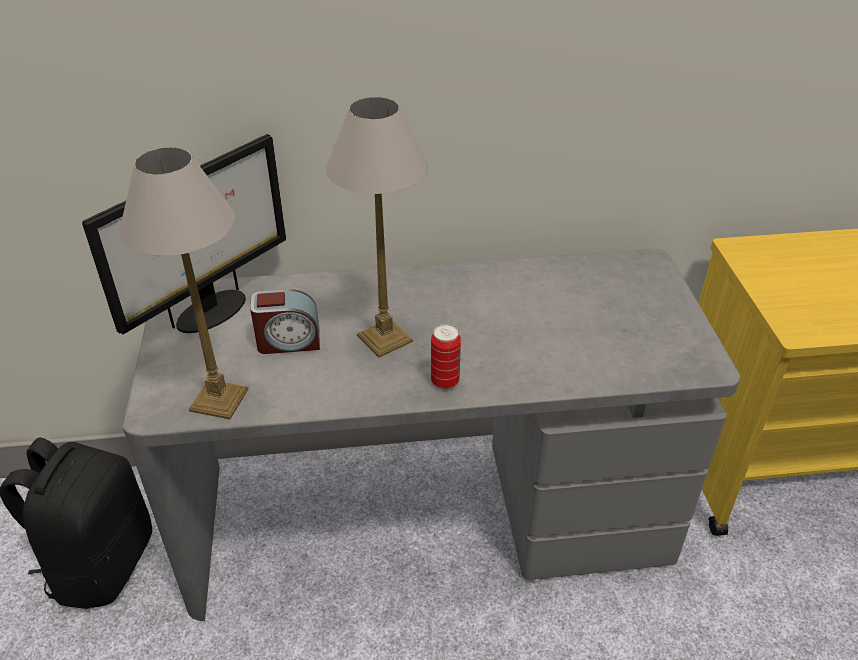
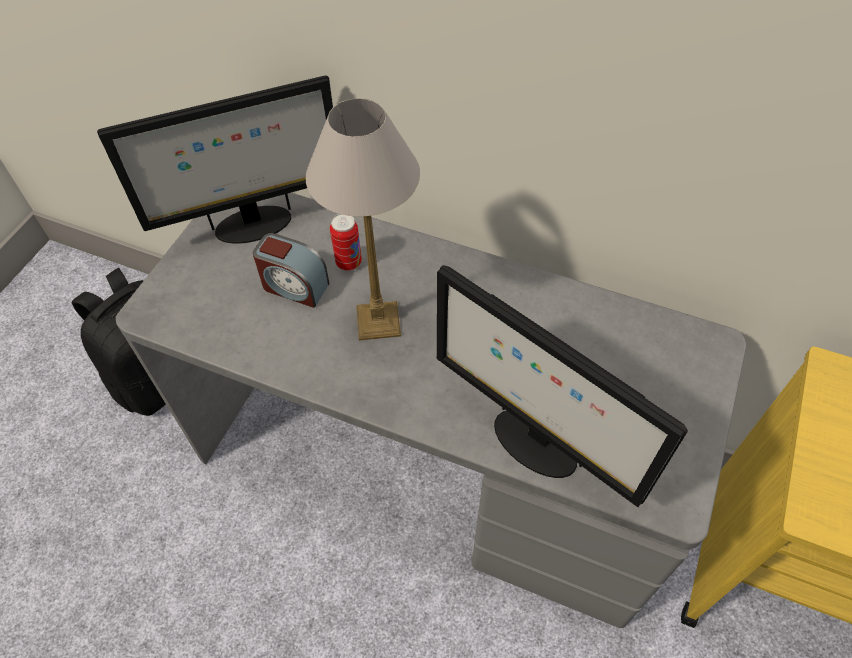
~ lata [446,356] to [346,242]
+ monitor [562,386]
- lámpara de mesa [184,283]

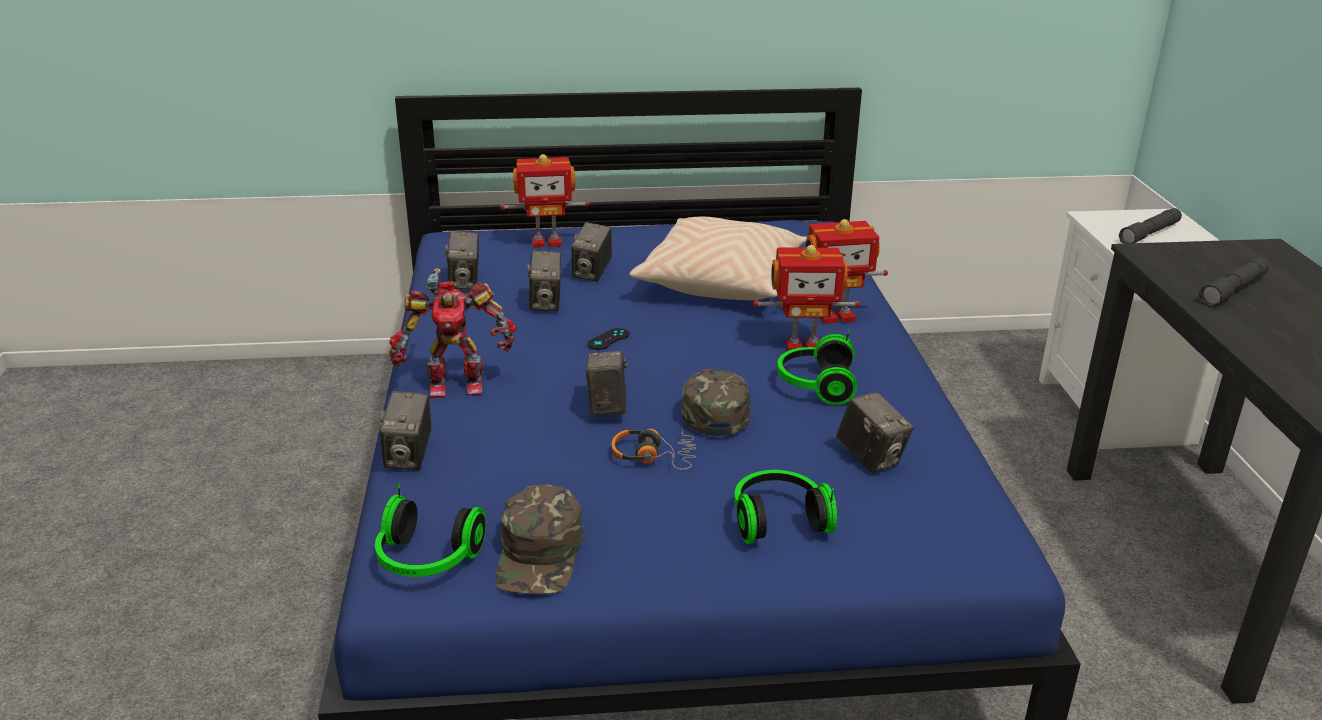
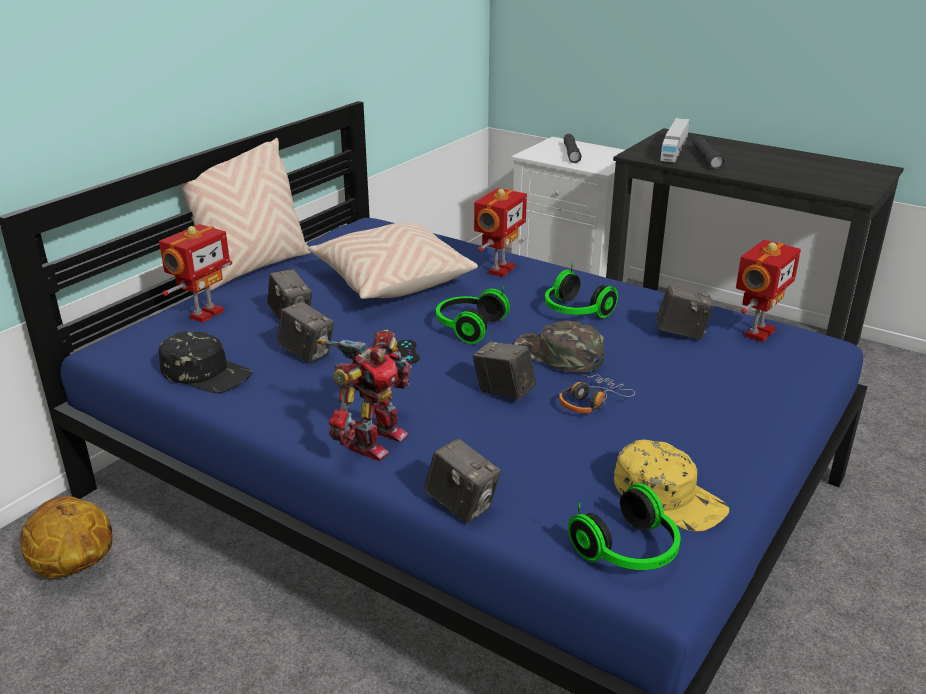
+ balón de baloncesto [66,537]
~ cámara [462,261] to gorra (negro) [205,362]
+ cojín (beis) [245,214]
~ auriculares [785,507] to [473,315]
~ gorra (verde) [539,539] to gorra (amarillo) [671,486]
+ camión de juguete [675,140]
~ robot de juguete [806,298] to [768,291]

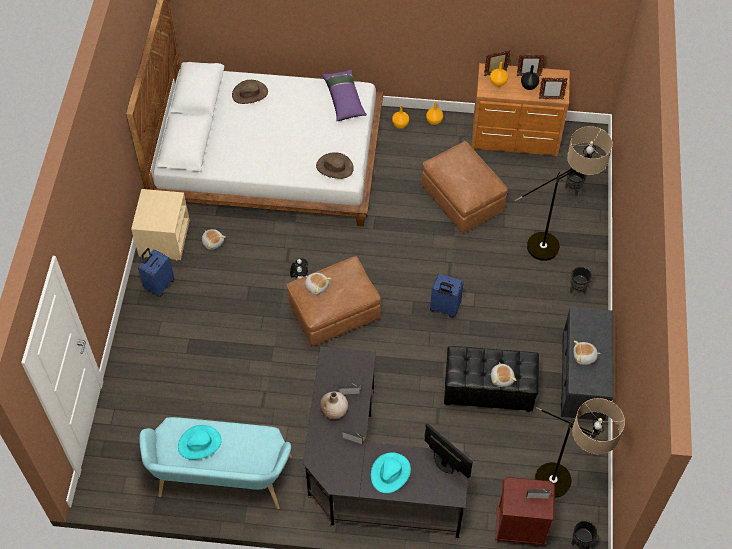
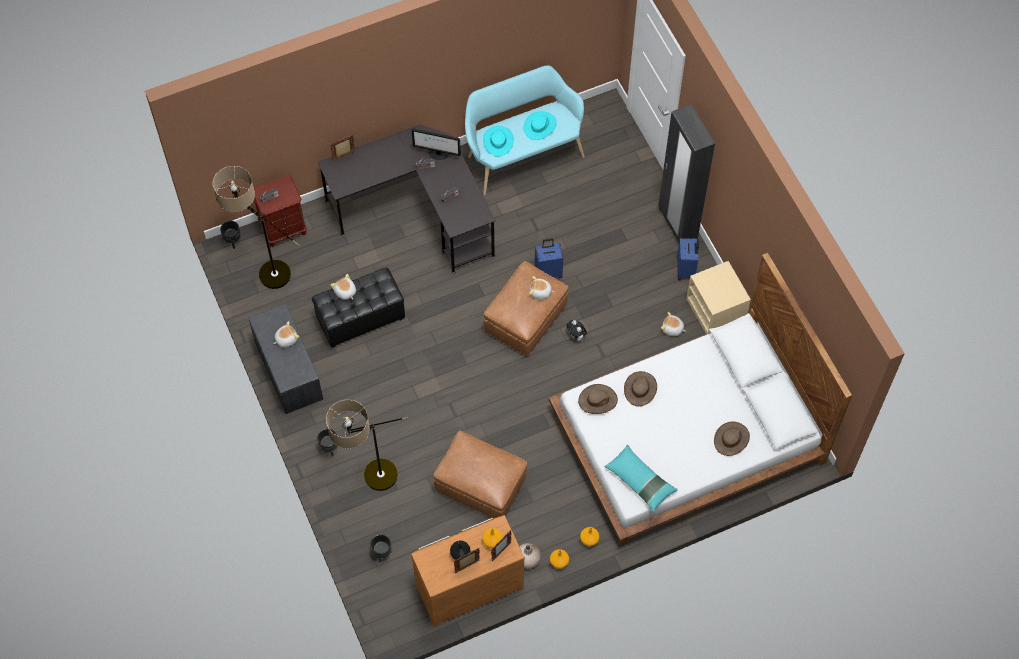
~ portarretratos [553,89] to [342,148]
~ monitor [448,450] to [436,144]
~ sombrero (turquesa) [391,472] to [498,141]
~ florero (beis) [334,405] to [530,556]
~ maleta (azul) [447,296] to [549,258]
~ cojín (morado) [344,95] to cojín (turquesa) [641,478]
+ sombrero (marrón) [640,388]
+ armario ropero (negro) [686,173]

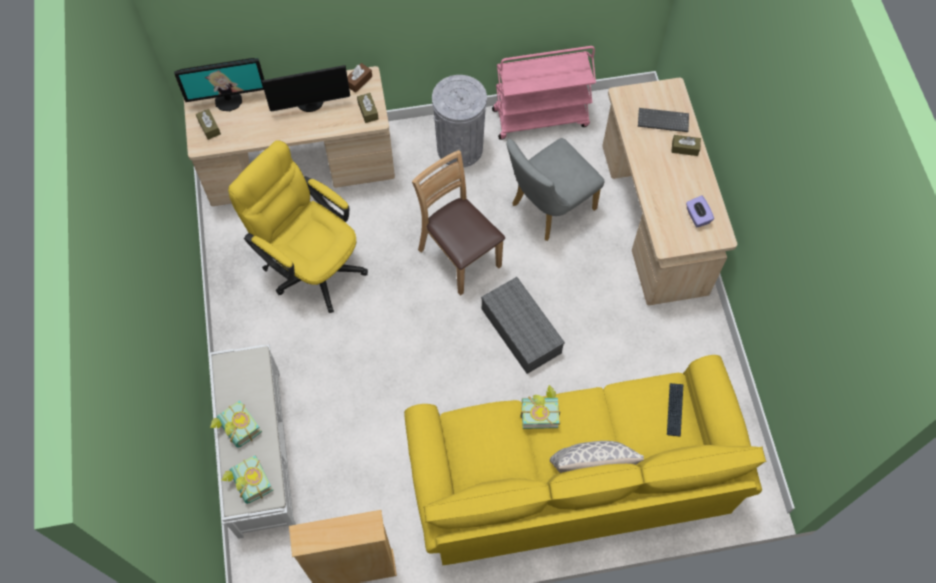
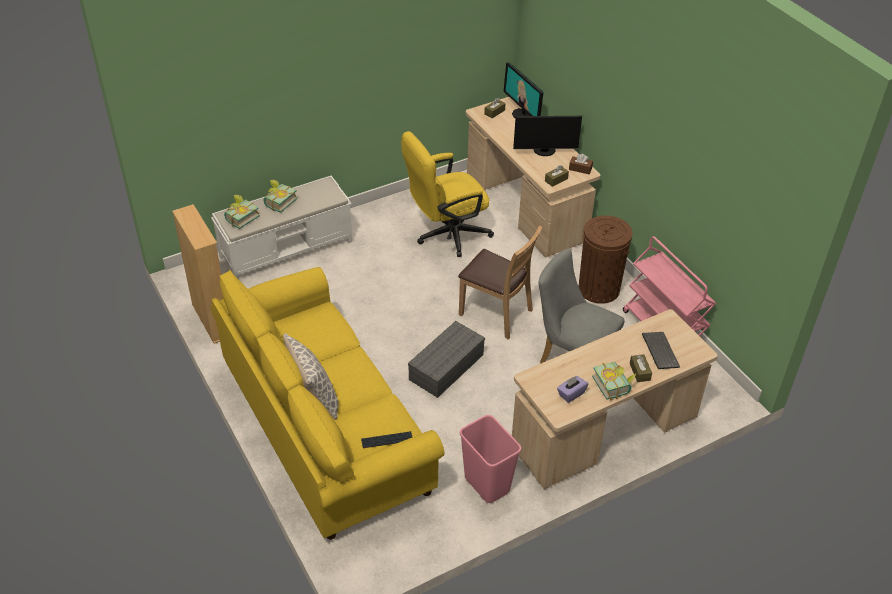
~ silla de oficina (amarillo) [298,226] = [447,194] 135 degrees counterclockwise
~ silla (marrón) [458,223] = [500,282] 90 degrees clockwise
+ papelera (rosa) [490,459]
~ monitor [306,88] = [547,136] 60 degrees counterclockwise
~ papelera (gris) [459,121] to papelera (marrón) [606,259]
~ libro [540,407] to [614,381]

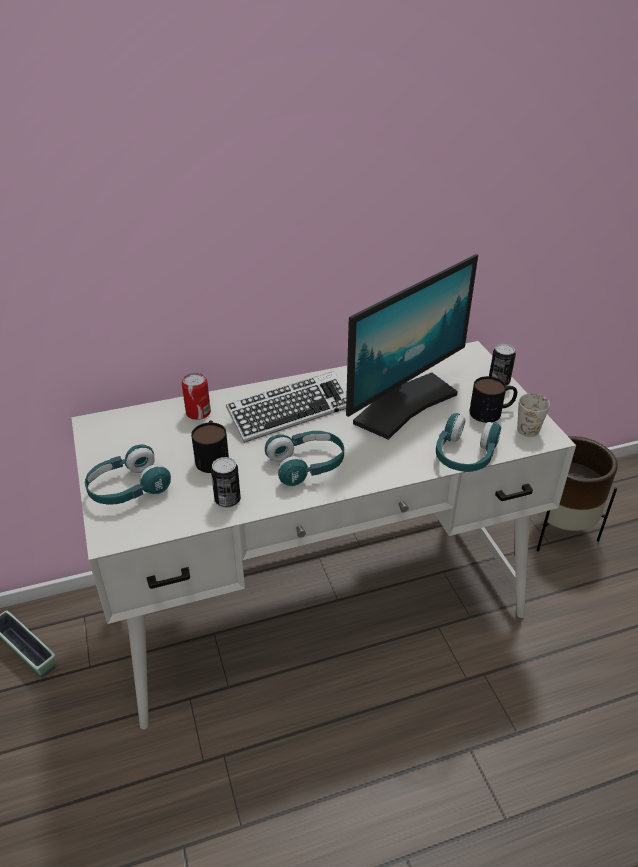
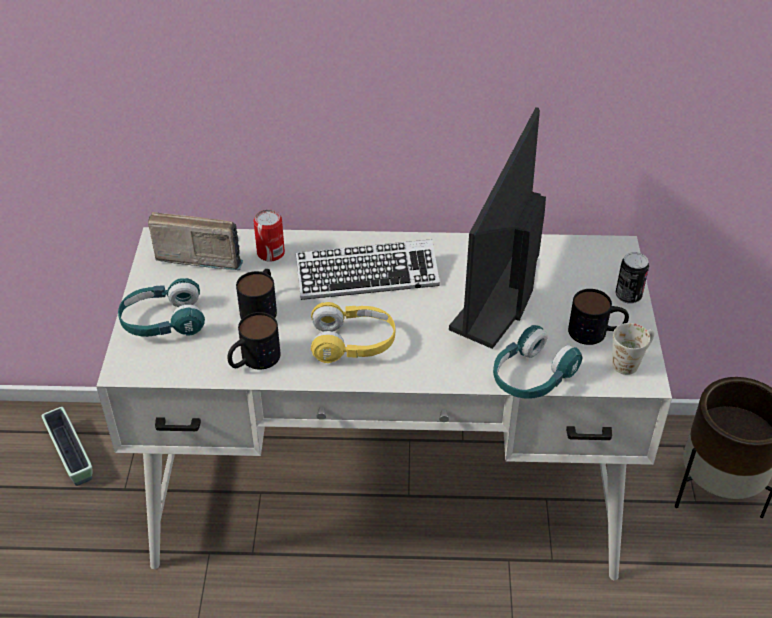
+ radio [195,241]
~ lata [226,482] to taza grande [253,341]
~ auriculares (turquesa) [304,458] to auriculares (amarillo) [353,332]
~ monitor [412,347] = [497,228] 135 degrees clockwise

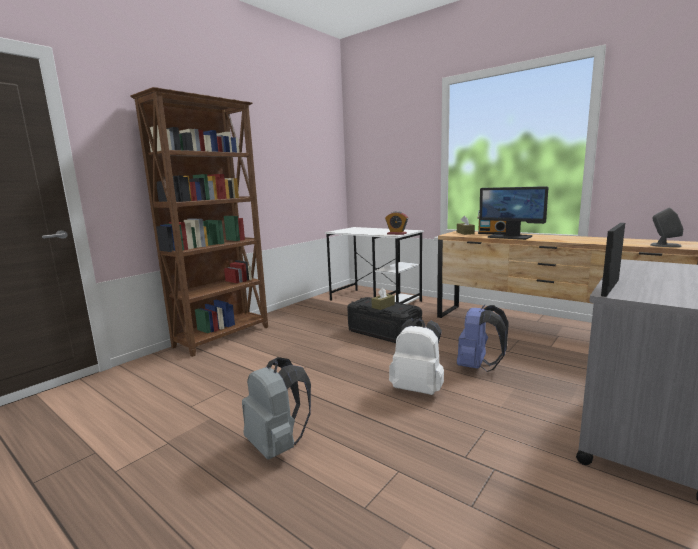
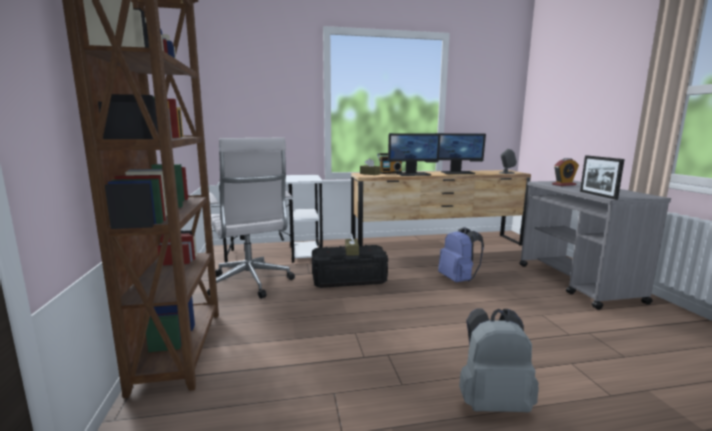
+ silla de oficina (blanco) [251,218]
+ monitor [462,153]
~ despertador [396,223] to [565,172]
- mochila (blanco) [416,356]

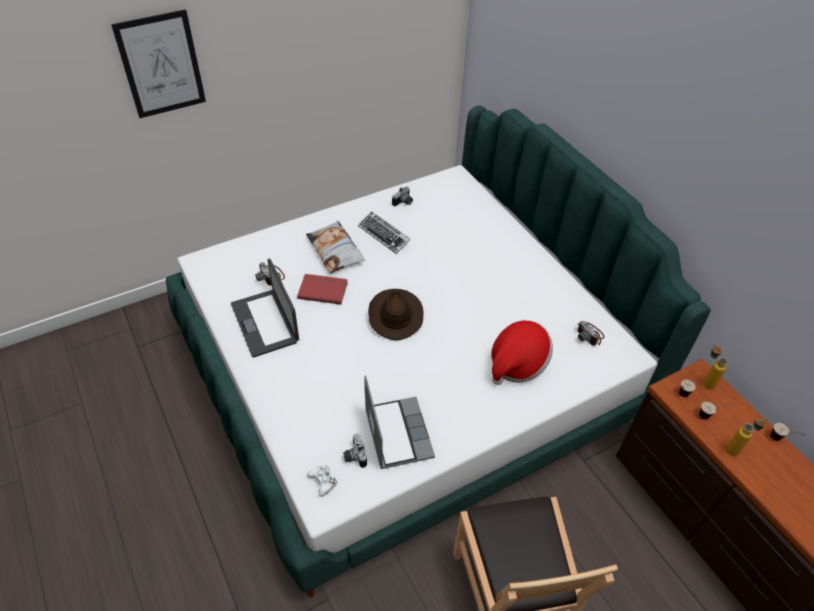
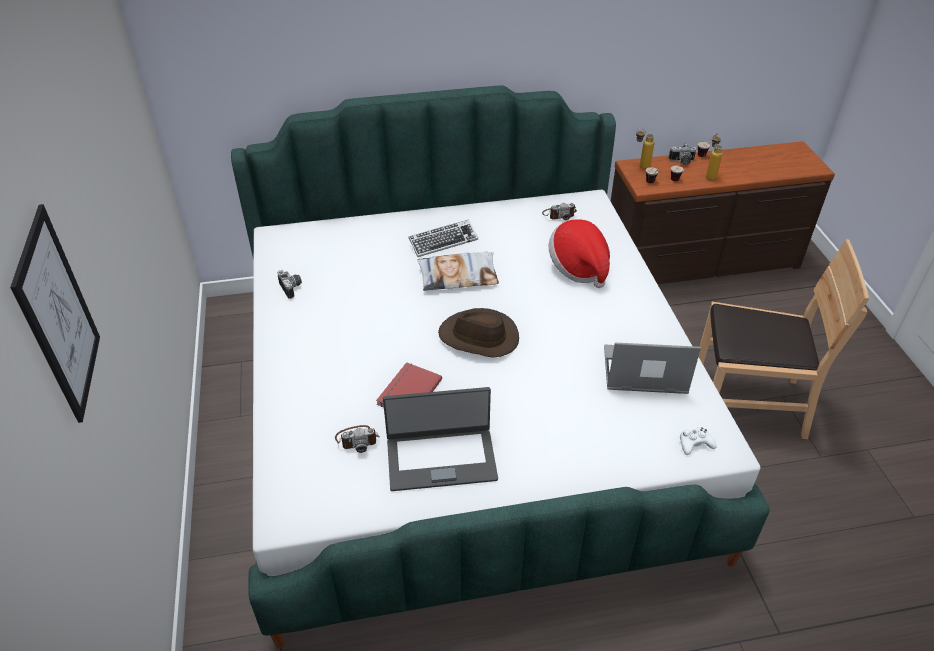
~ teclado [384,232] to [443,238]
~ cojín [335,247] to [458,271]
~ cámara [355,450] to [682,154]

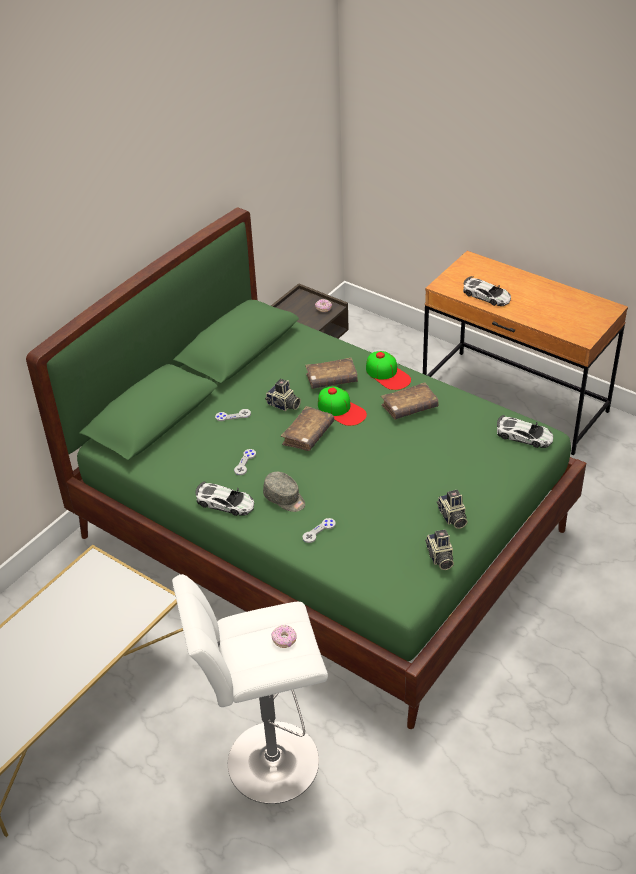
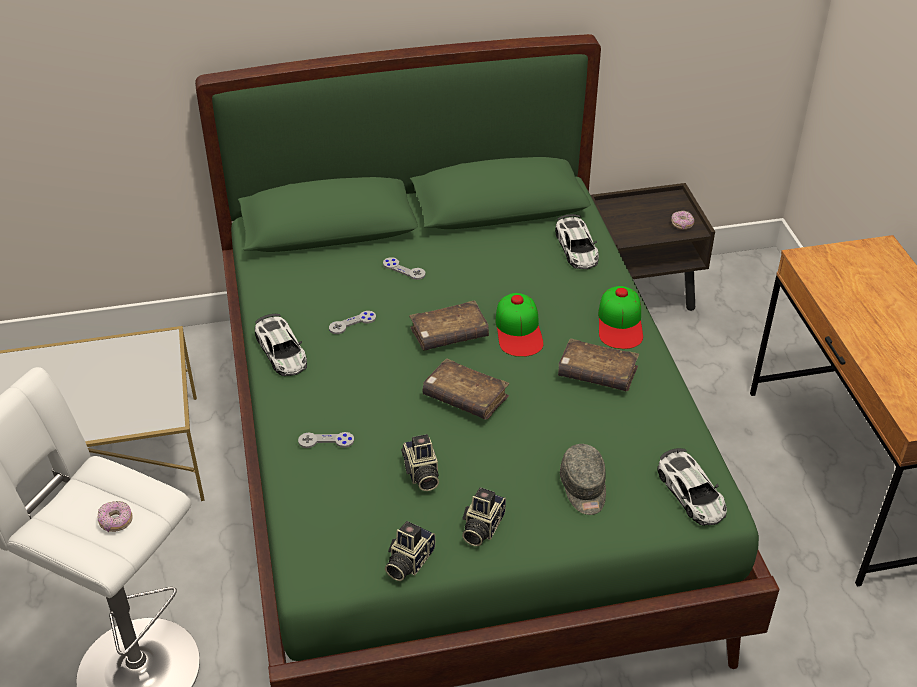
~ cámara [283,395] to [420,462]
~ libro (marrón) [331,373] to [465,389]
~ coche de juguete [487,291] to [577,241]
~ gorra (gris) [284,492] to [583,479]

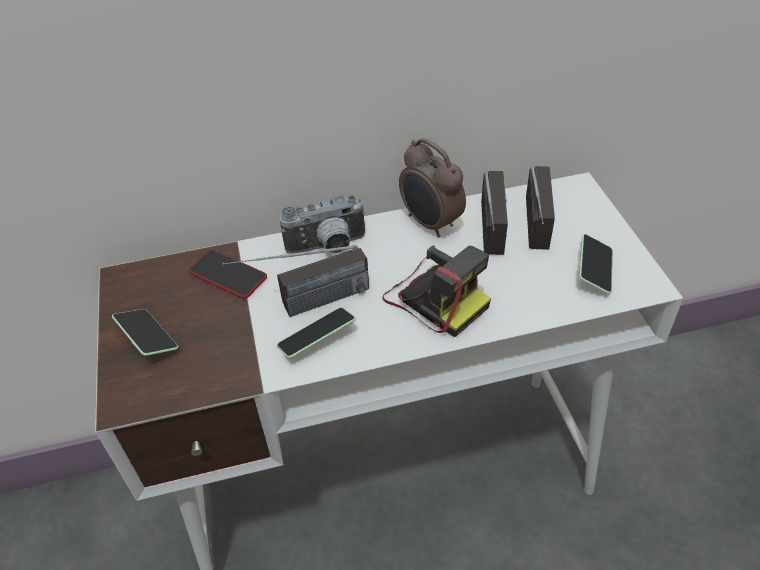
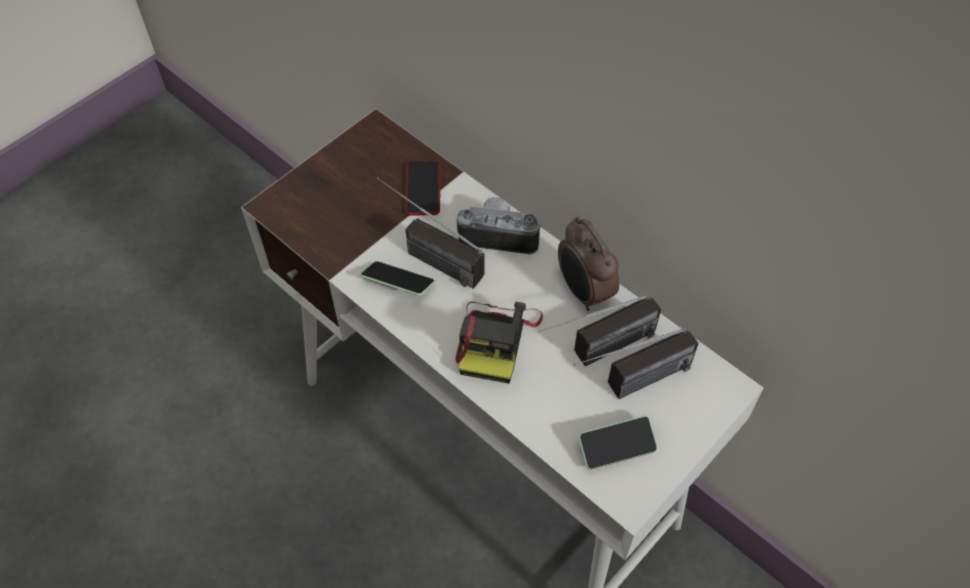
~ cámara [323,224] = [499,225] 150 degrees clockwise
~ despertador [432,188] = [588,263] 45 degrees counterclockwise
- móvil [145,332]

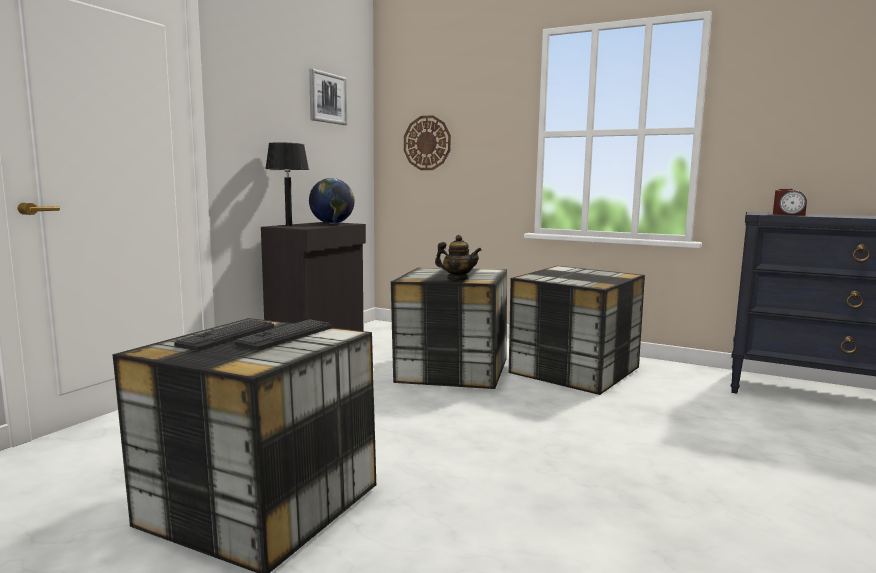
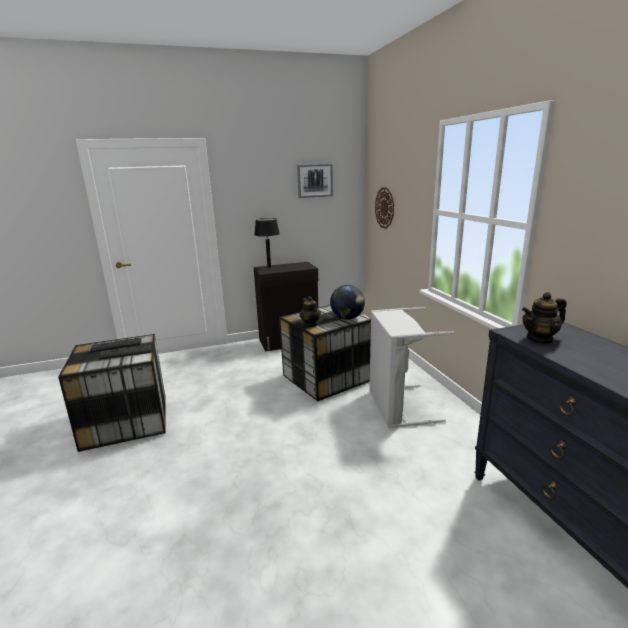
~ globo terráqueo [332,201] to [347,302]
~ caja de almacenaje [577,330] to cesto de la ropa (gris) [411,367]
~ despertador [790,202] to tetera [544,318]

